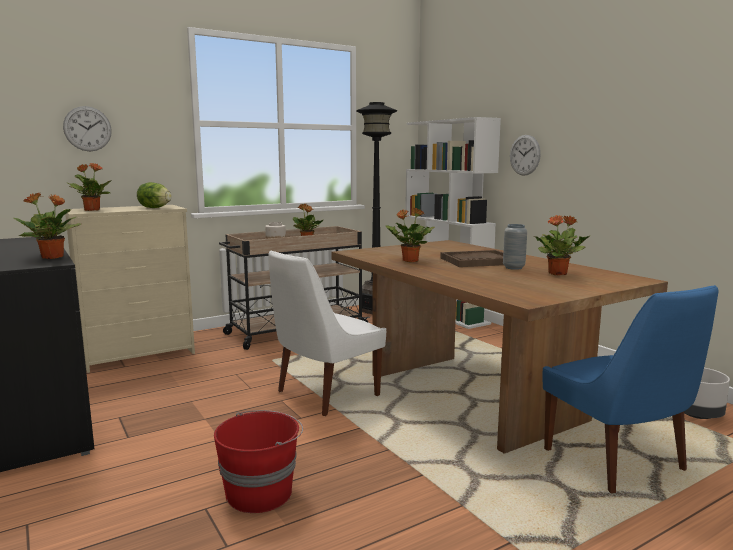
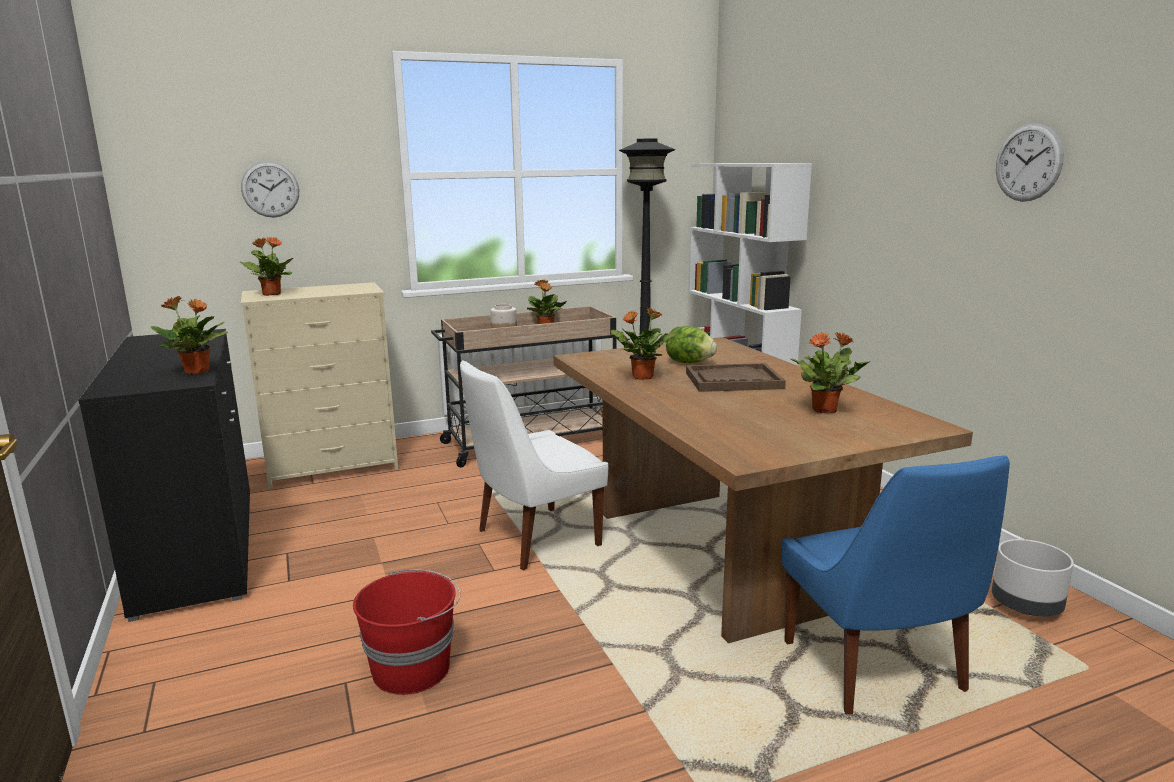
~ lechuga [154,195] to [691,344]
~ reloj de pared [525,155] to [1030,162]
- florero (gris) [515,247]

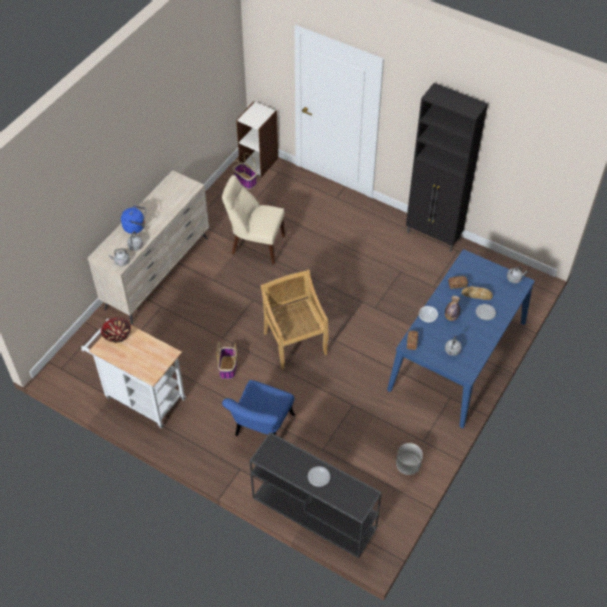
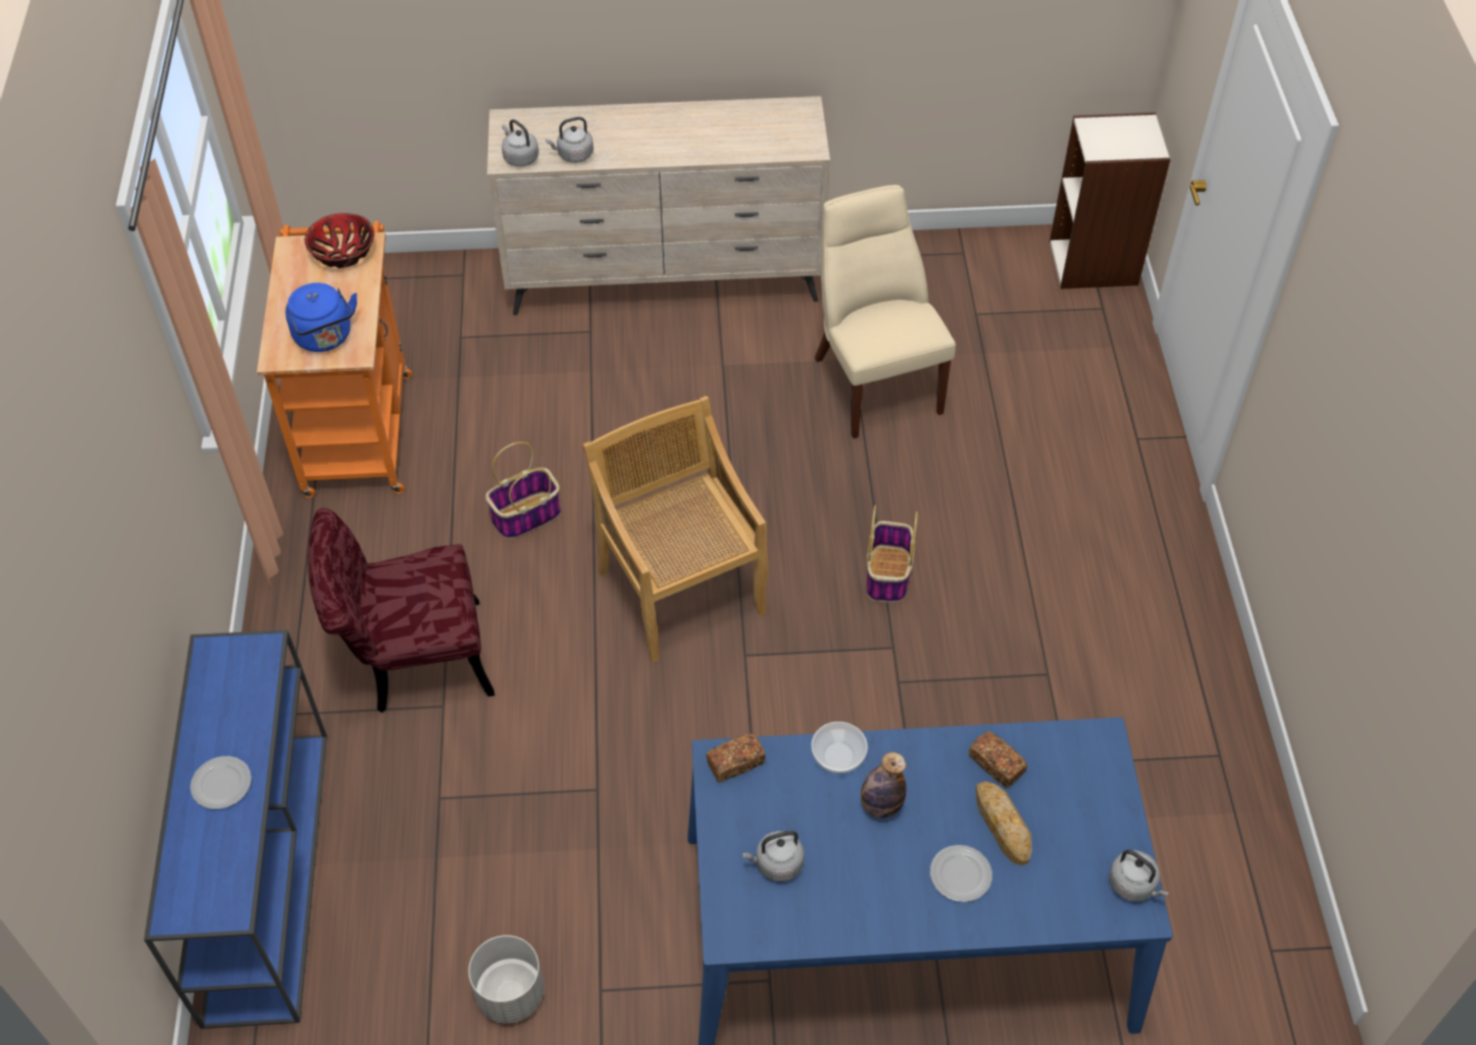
~ mesa consola (negro) [315,495] to mesa consola (azul) [235,829]
~ carrito (blanco) [133,373] to carrito (naranja) [334,359]
~ hervidor (azul) [133,219] to [321,317]
~ silla (azul) [258,408] to silla (rojo) [401,610]
~ silla (beis) [295,319] = [675,529] 60 degrees counterclockwise
~ cesta [245,171] to [892,553]
- armario (negro) [447,167]

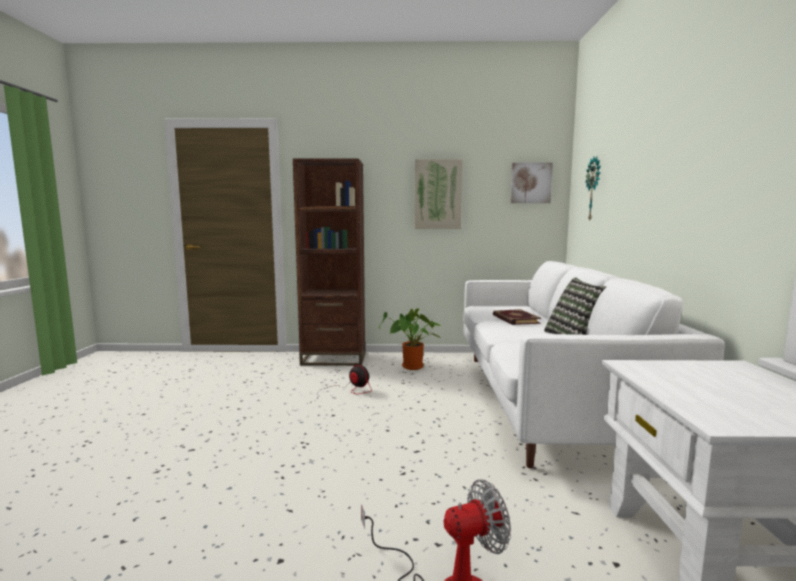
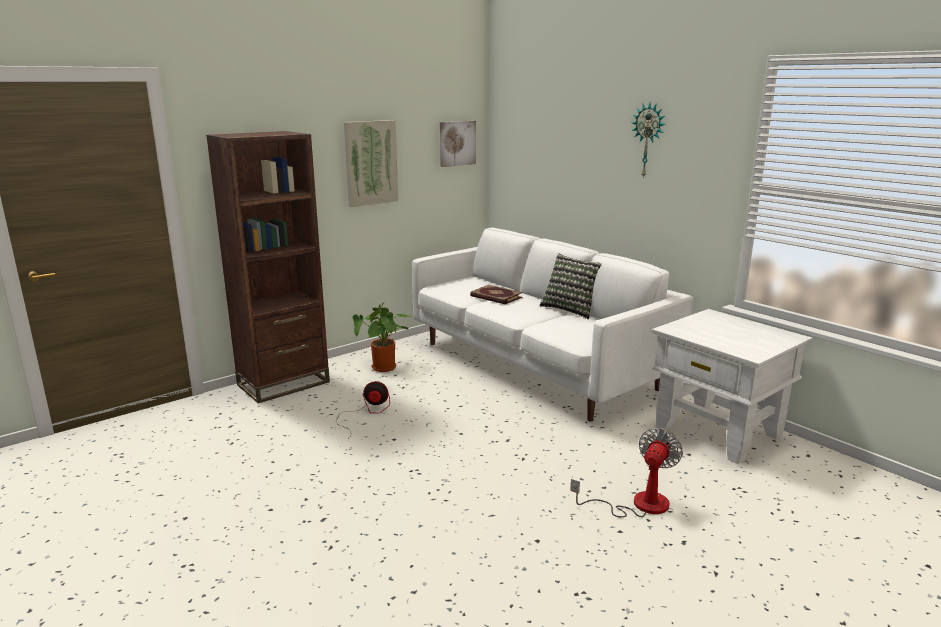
~ reloj de pared [593,189] to [648,141]

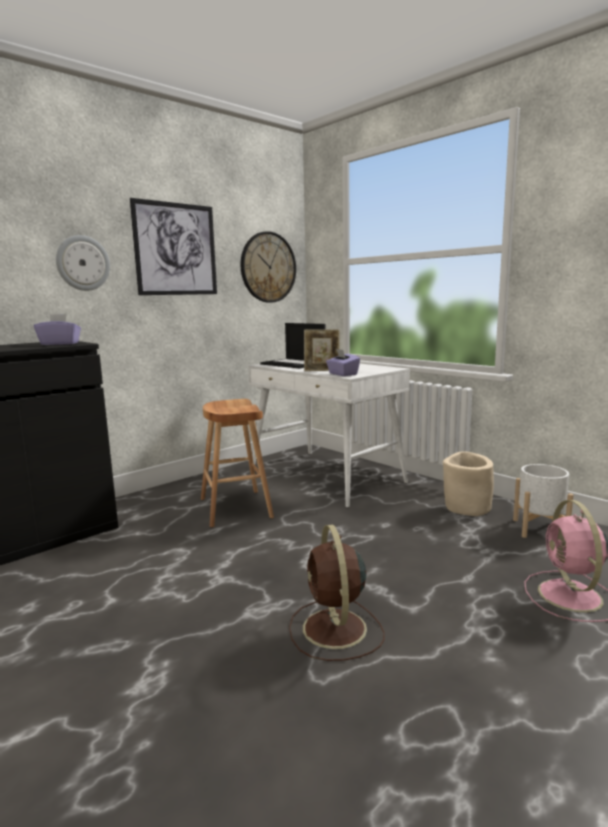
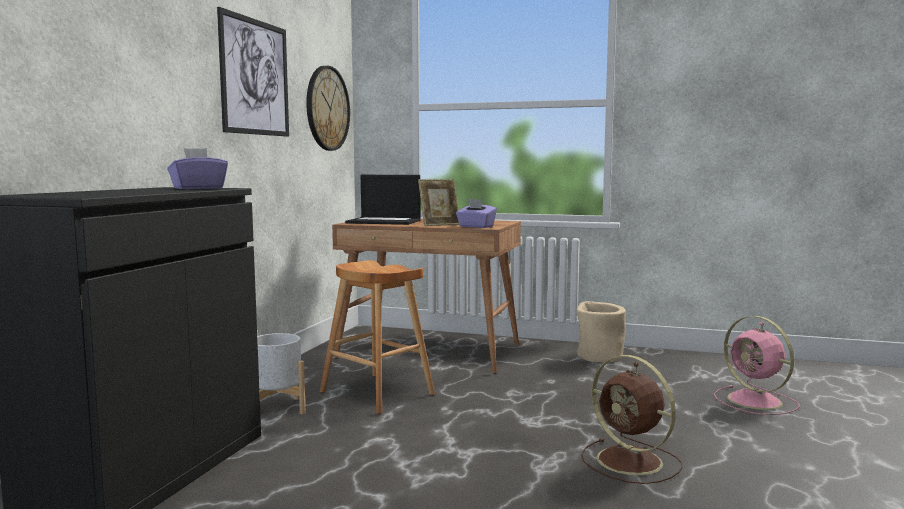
~ maceta (blanco) [543,501] to [281,373]
~ escritorio (blanco) [329,436] to escritorio (marrón) [426,296]
- reloj de pared [83,263]

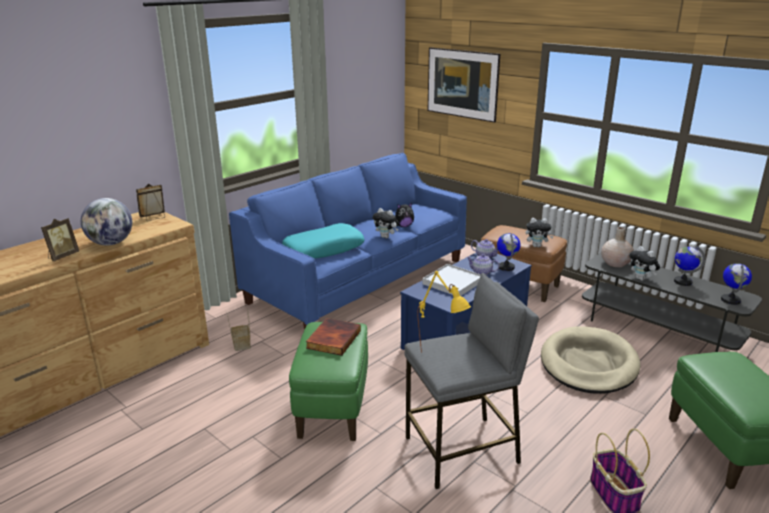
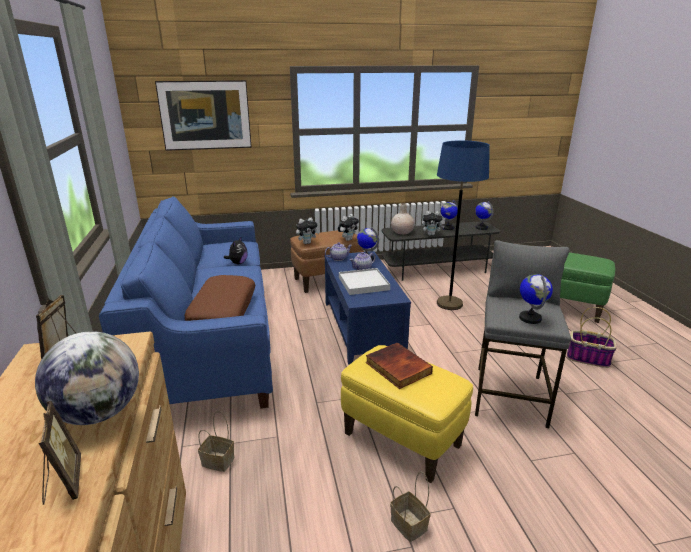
~ cojín (turquesa) [323,241] to cojín (marrón) [220,298]
~ peluche [385,223] to [307,231]
~ puf (verde) [328,381] to puf (amarillo) [407,414]
+ cesta [410,507]
~ cama para perro (beis) [590,360] to lámpara de pie (azul) [463,225]
~ lámpara de mesa (amarillo) [444,312] to globo terráqueo [536,299]

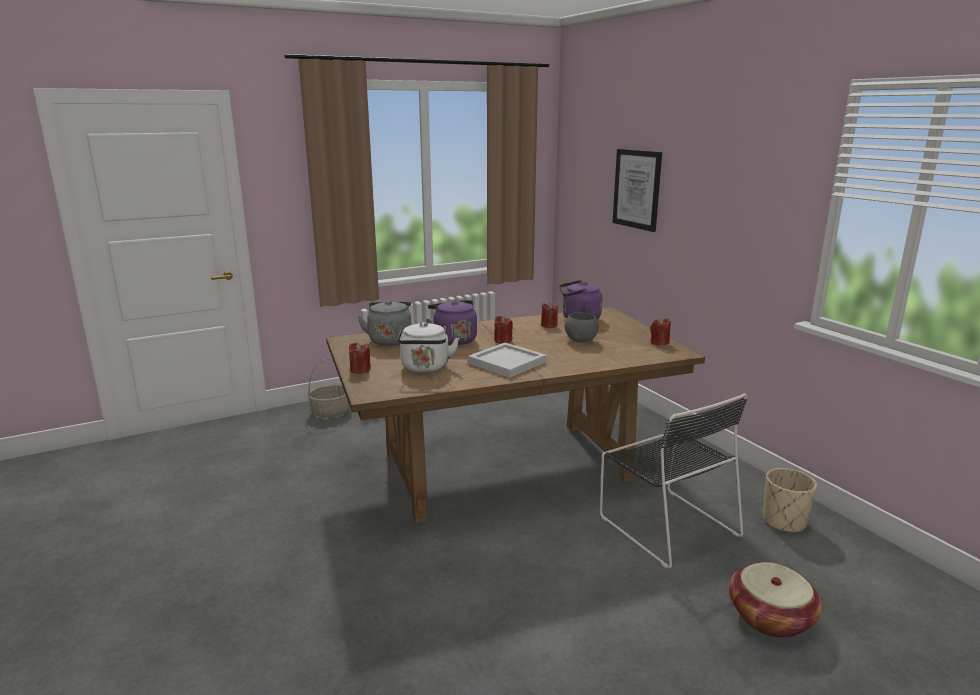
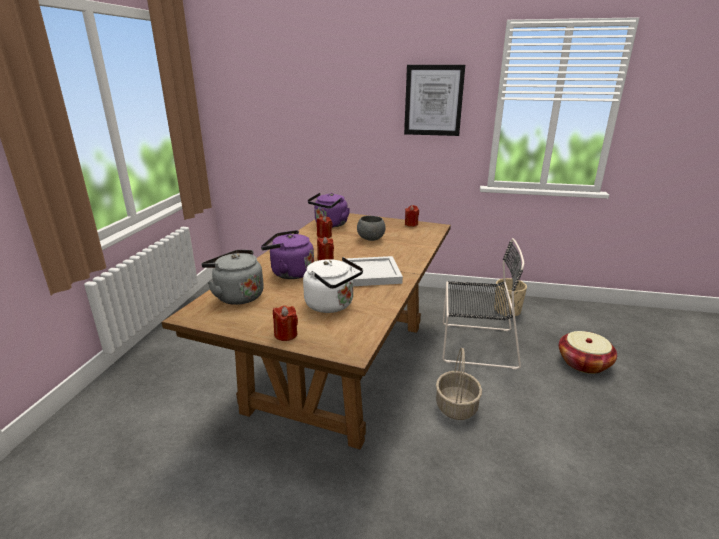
~ cuadro [637,190] to [434,100]
~ cesta [329,388] to [459,384]

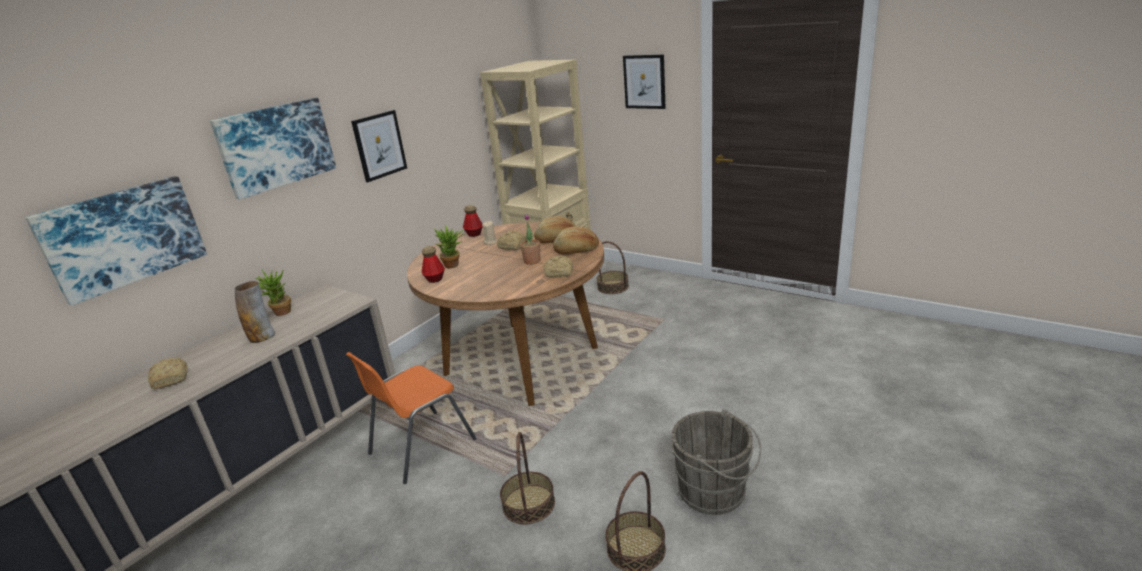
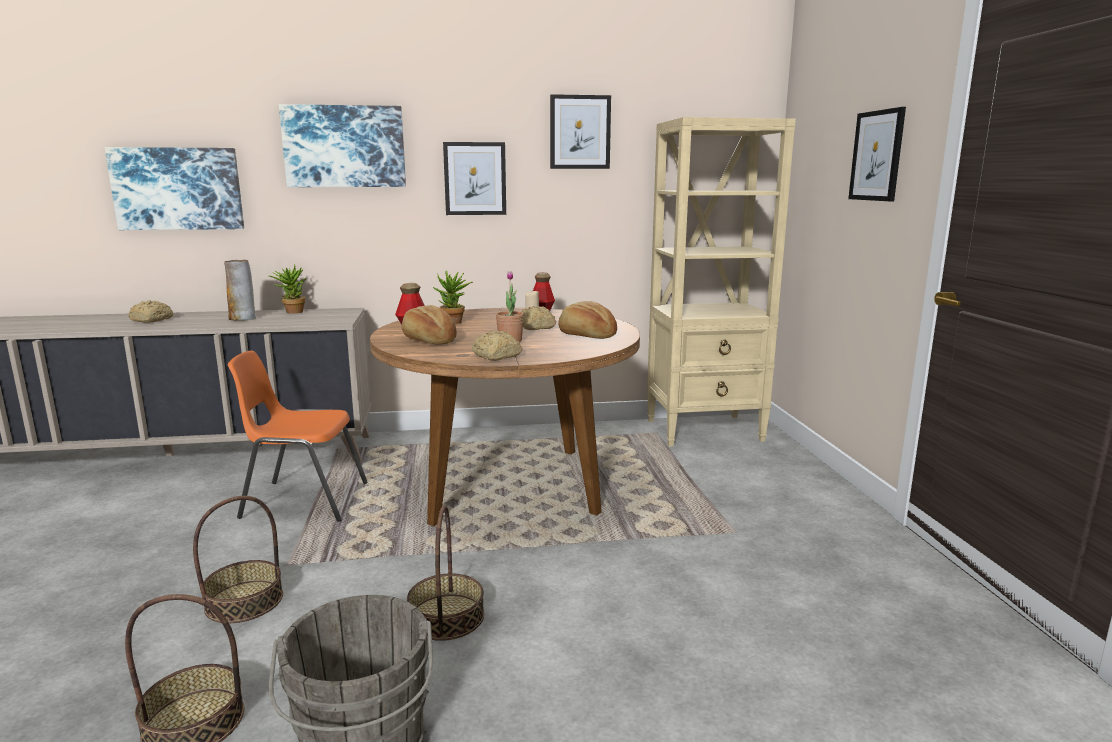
~ pan [576,240] to [429,325]
~ cesta [613,267] to [445,573]
+ cuadro [580,131]

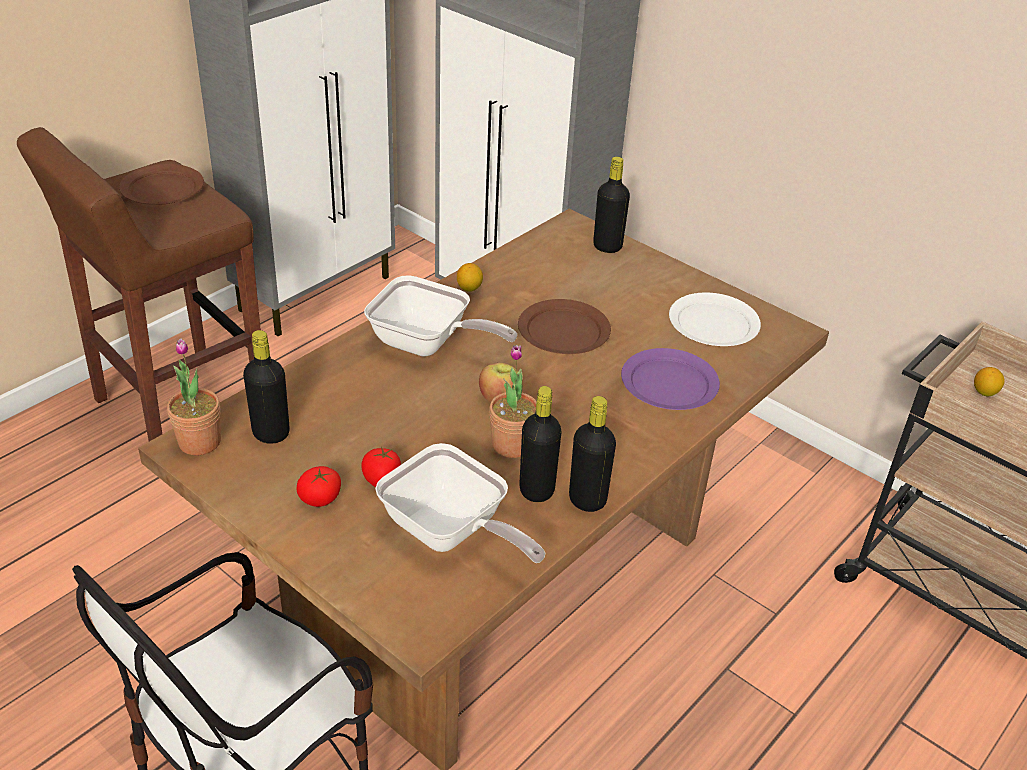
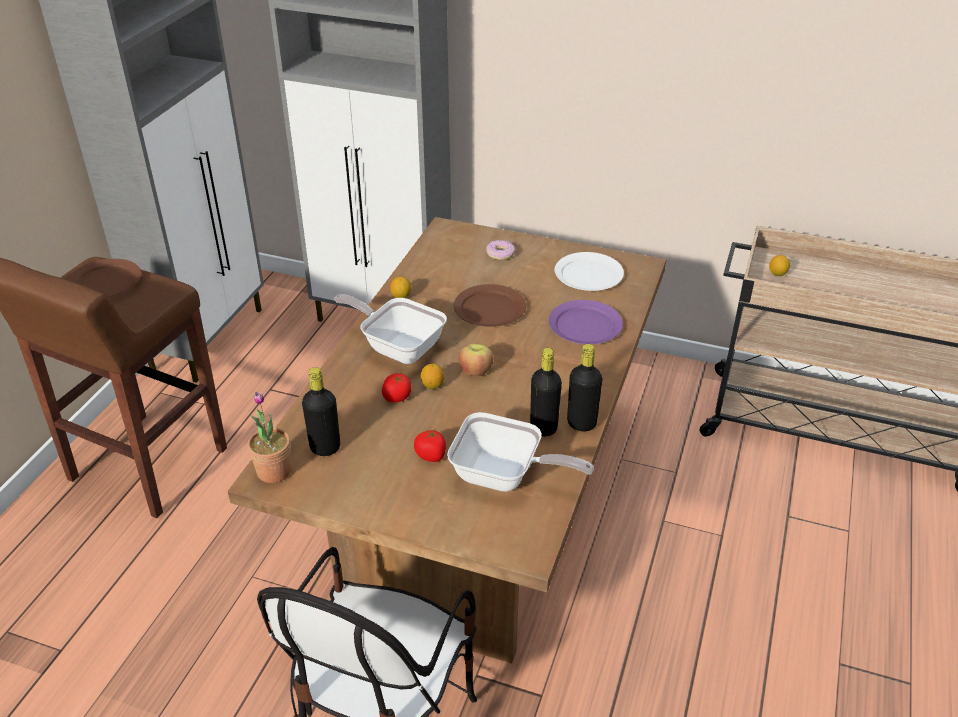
~ sartén [440,315] = [390,329] 150 degrees counterclockwise
~ tomate [319,486] to [397,388]
+ limón [432,376]
+ rosquilla [500,250]
- planta en maceta [513,401]
- botella (negro) [611,205]

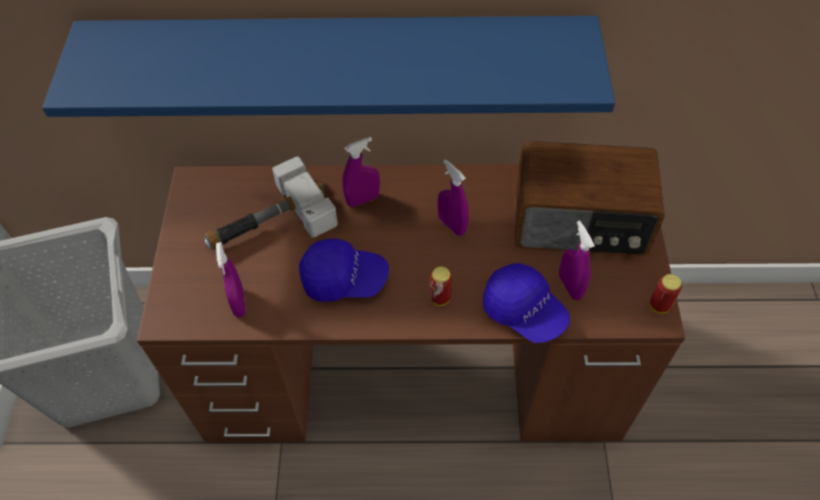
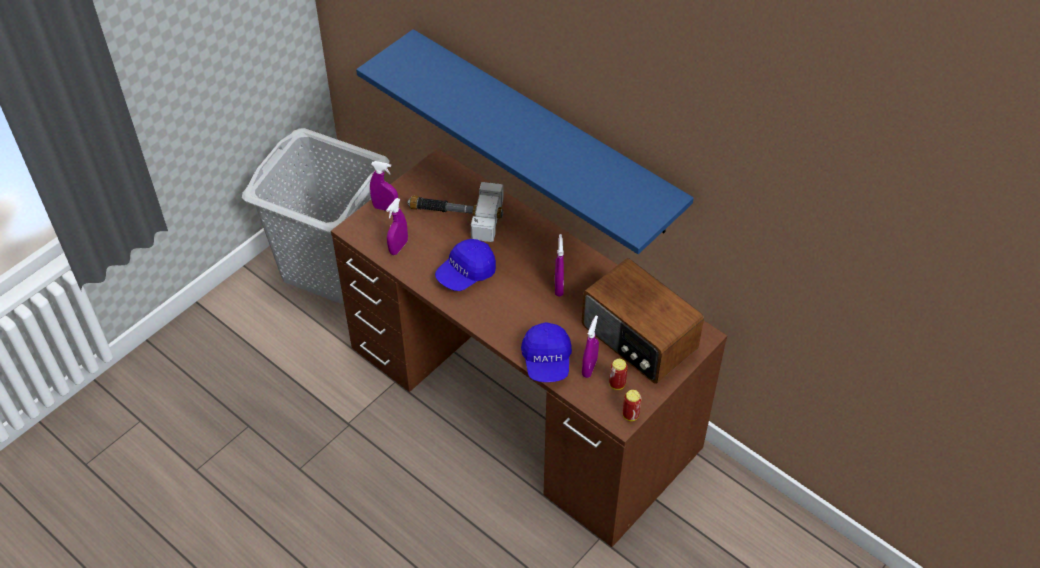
~ pulverizador (morado) [361,172] to [384,186]
~ gorra (azul) [344,270] = [465,265] 90 degrees clockwise
~ lata [441,286] to [618,374]

